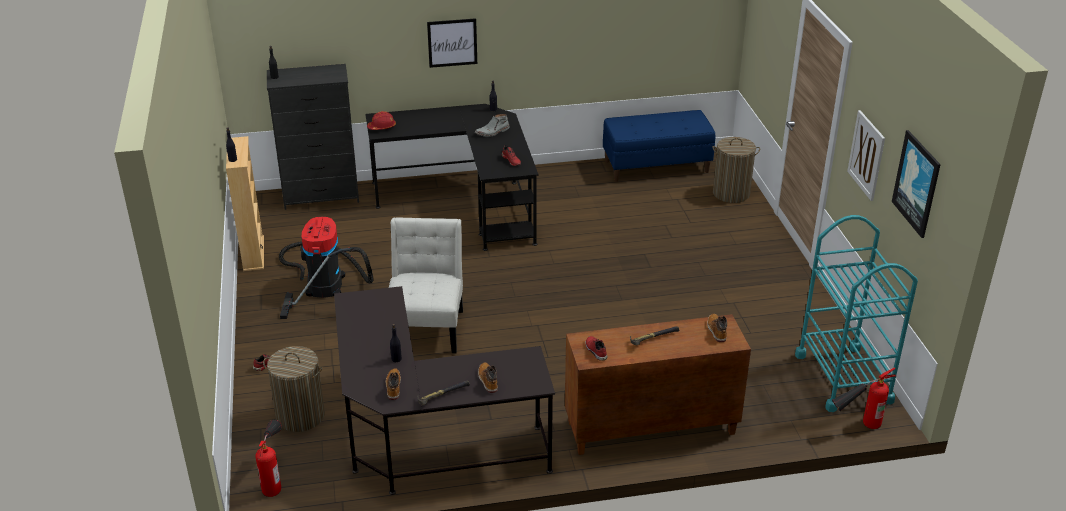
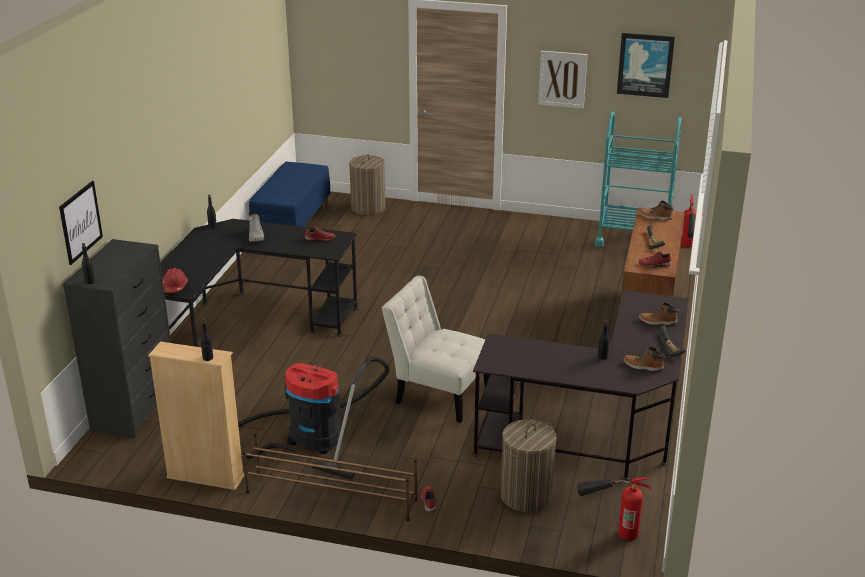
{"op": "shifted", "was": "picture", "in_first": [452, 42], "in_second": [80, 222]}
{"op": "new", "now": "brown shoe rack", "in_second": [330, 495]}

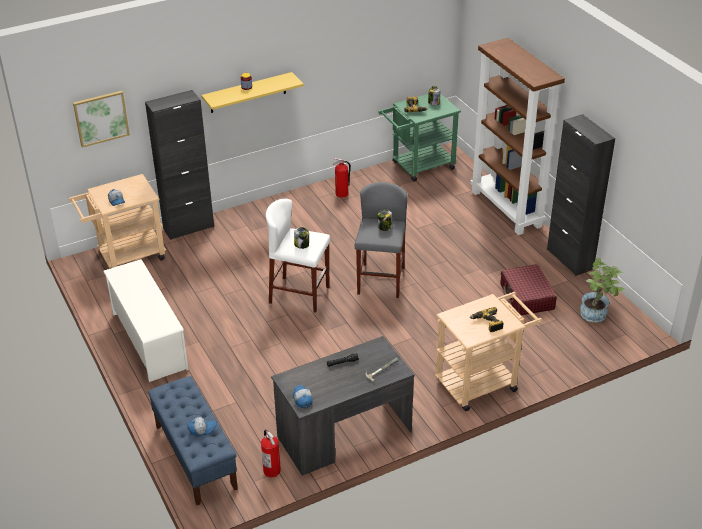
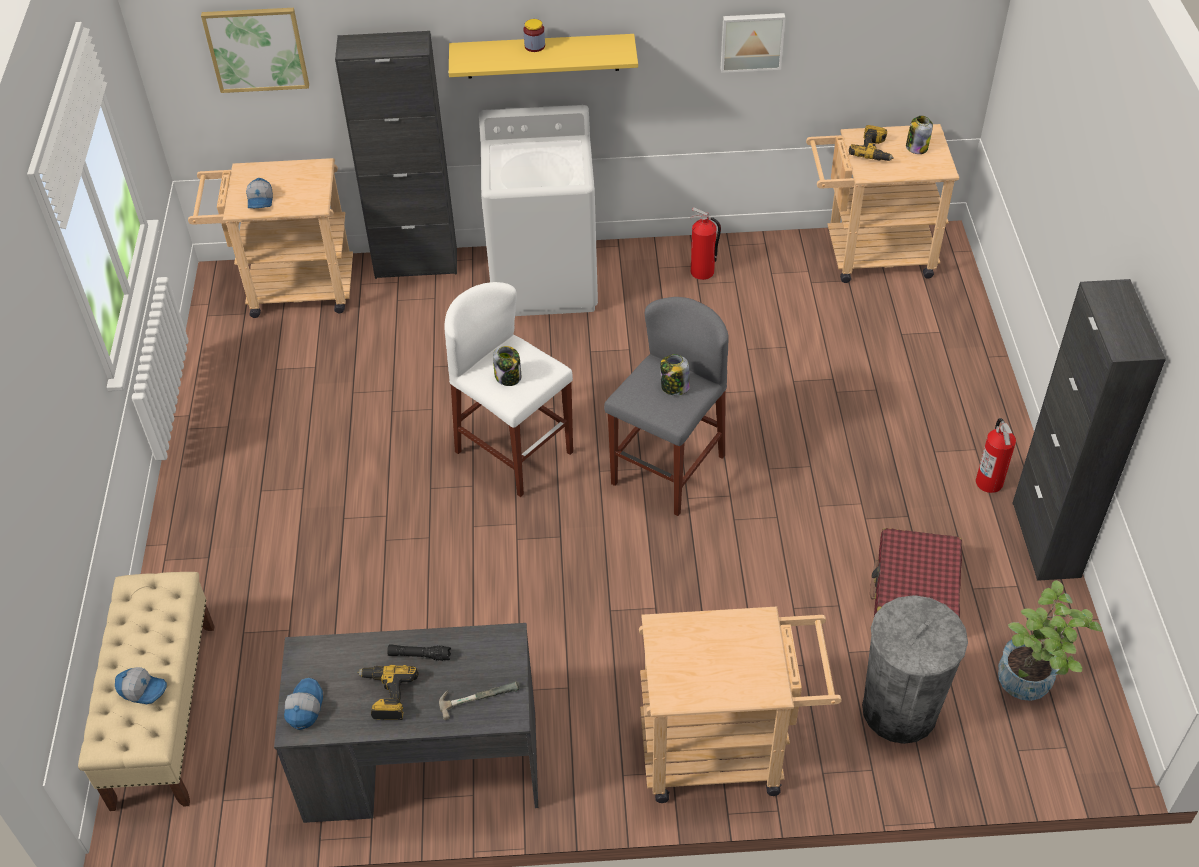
{"op": "gone", "was": "white shoe rack", "in_first": [149, 340]}
{"op": "repainted", "was": "blue bench", "now": "beige bench", "in_first": [195, 457], "in_second": [164, 713]}
{"op": "shifted", "was": "fire extinguisher", "in_first": [272, 470], "in_second": [989, 482]}
{"op": "repainted", "was": "green cart", "now": "beige cart", "in_first": [418, 167], "in_second": [869, 255]}
{"op": "gone", "was": "brown bookcase", "in_first": [507, 209]}
{"op": "shifted", "was": "power drill", "in_first": [487, 323], "in_second": [386, 695]}
{"op": "new", "now": "white washing machine", "in_second": [545, 280]}
{"op": "new", "now": "picture", "in_second": [752, 41]}
{"op": "new", "now": "grey trash can", "in_second": [899, 710]}

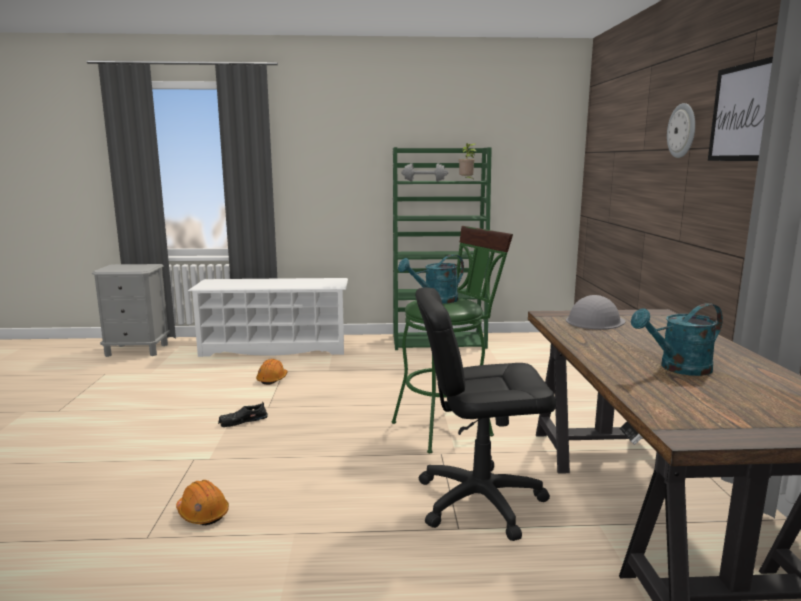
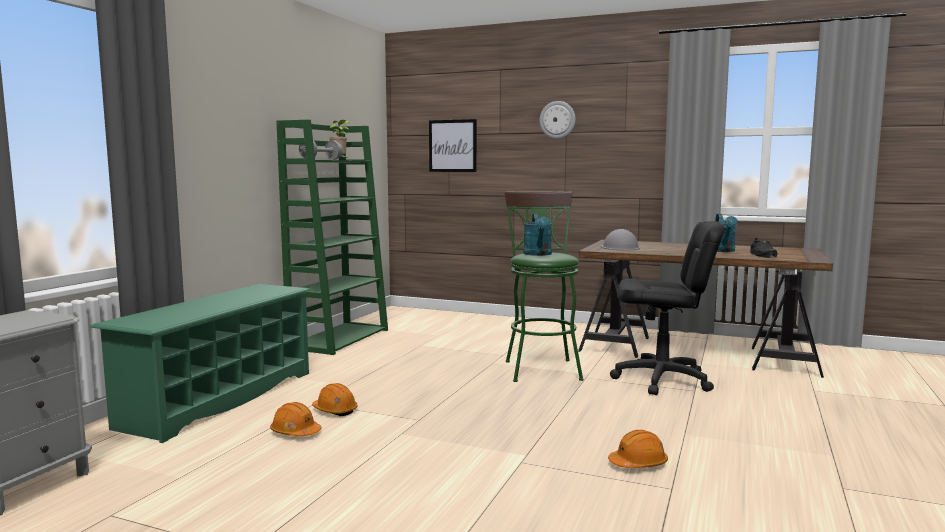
{"op": "repainted", "was": "white shoe rack", "now": "green shoe rack", "in_first": [275, 348], "in_second": [219, 399]}
{"op": "shifted", "was": "black shoe", "in_first": [242, 421], "in_second": [763, 255]}
{"op": "rotated", "was": "black office chair", "in_first": [479, 500], "in_second": [662, 380], "clockwise": -105}
{"op": "shifted", "was": "picture", "in_first": [742, 113], "in_second": [452, 146]}
{"op": "new", "now": "orange hard hat", "in_second": [295, 432]}

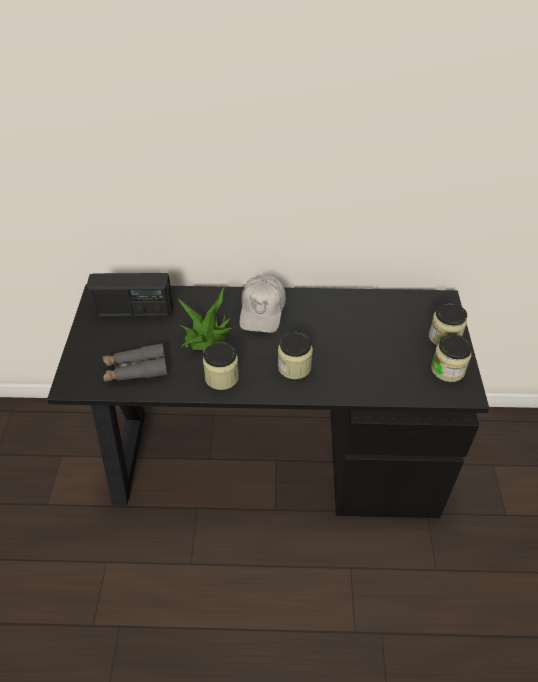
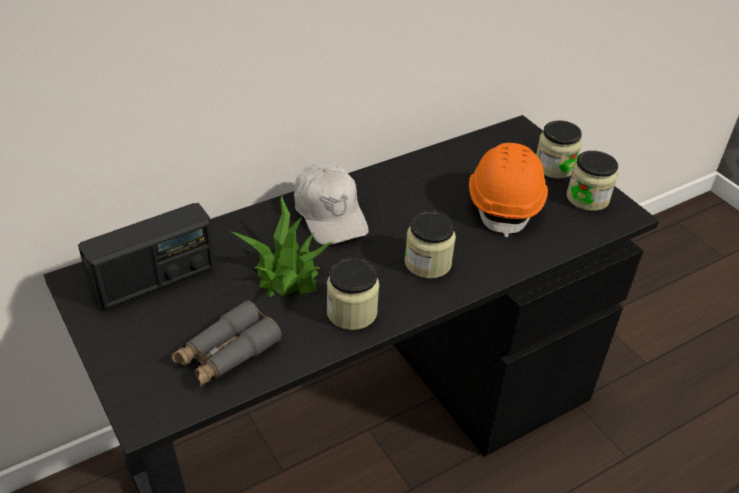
{"op": "new", "now": "orange hard hat", "in_second": [505, 203]}

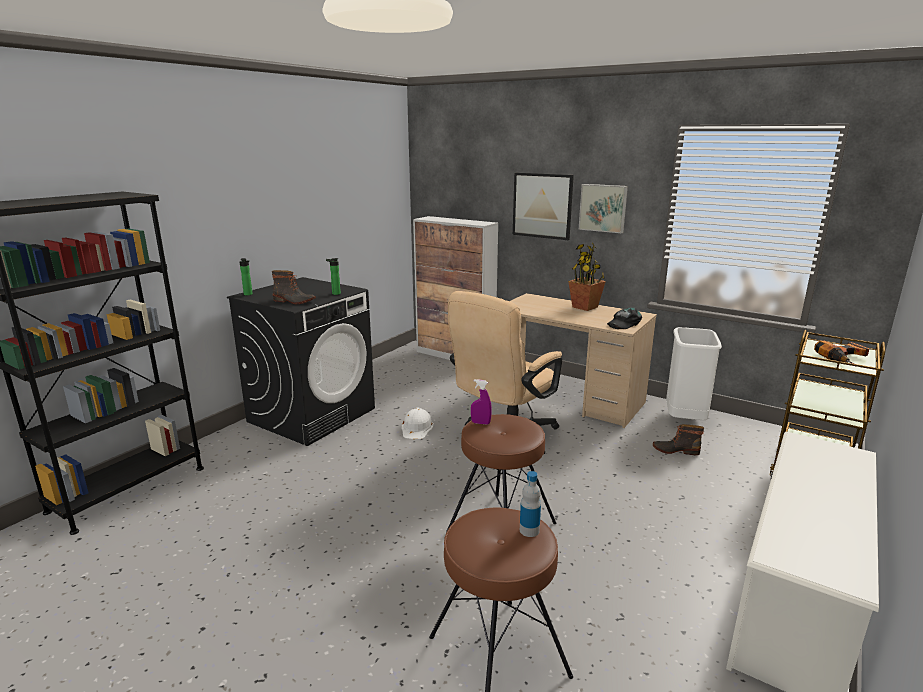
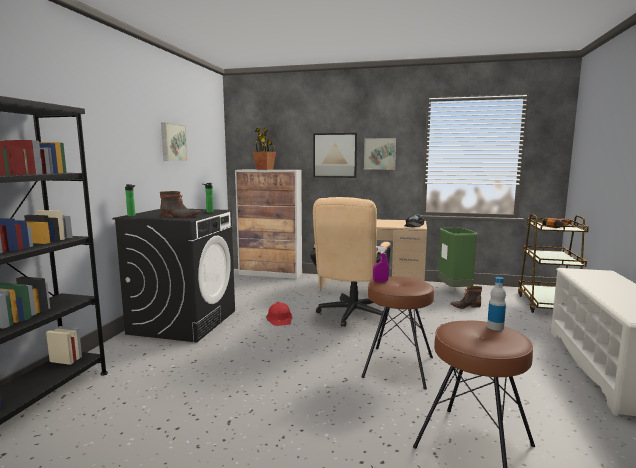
{"op": "repainted", "was": "white hard hat", "now": "red hard hat", "in_first": [417, 428], "in_second": [280, 318]}
{"op": "shifted", "was": "potted plant", "in_first": [585, 307], "in_second": [265, 169]}
{"op": "repainted", "was": "white trash can", "now": "green trash can", "in_first": [684, 420], "in_second": [454, 290]}
{"op": "new", "now": "picture", "in_second": [172, 142]}

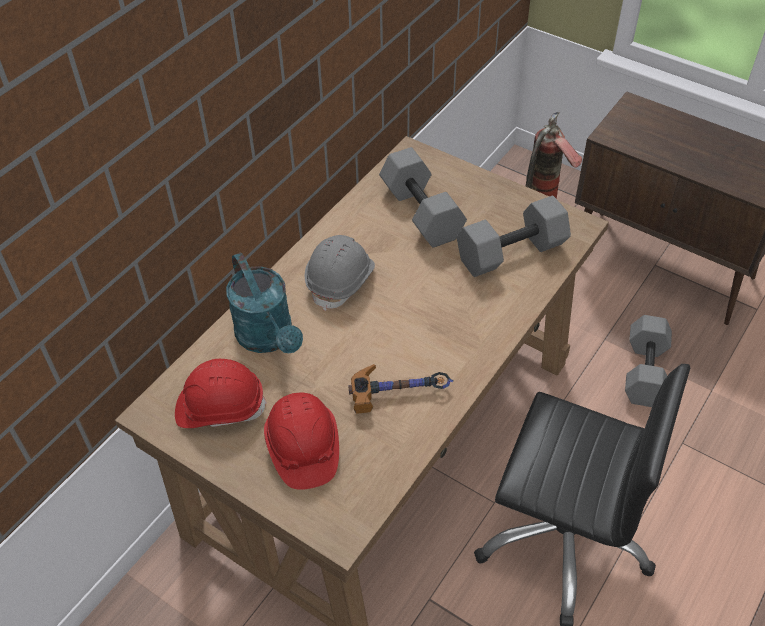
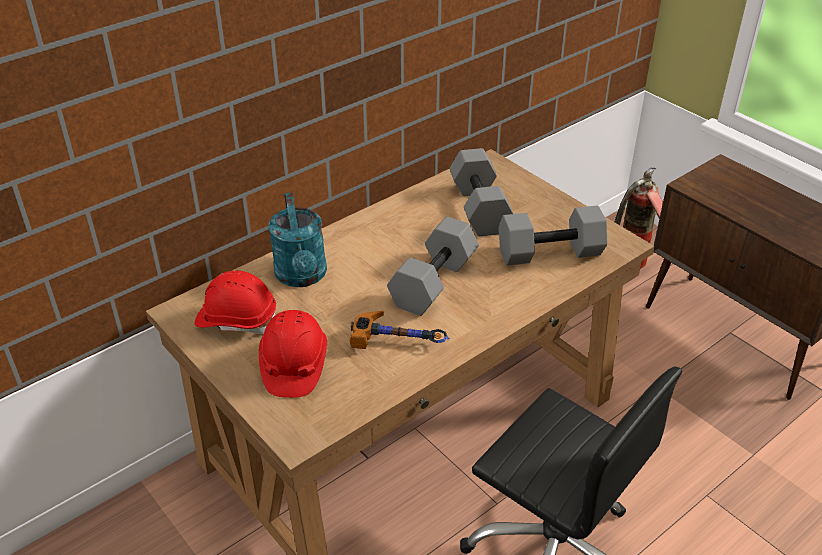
{"op": "gone", "was": "grey hard hat", "in_first": [341, 281]}
{"op": "shifted", "was": "grey dumbbell", "in_first": [643, 371], "in_second": [432, 281]}

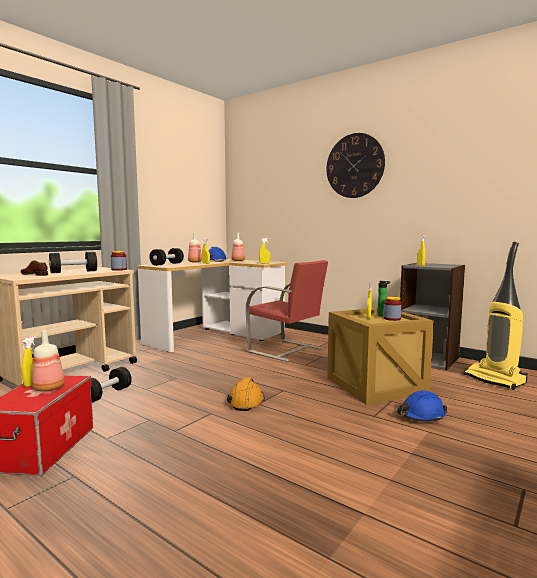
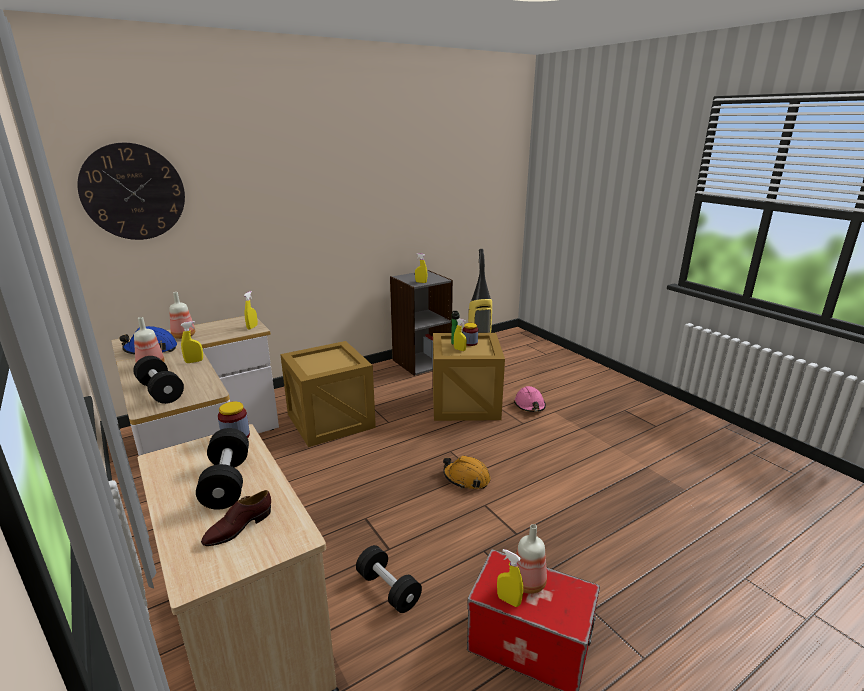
{"op": "swapped", "was": "red chair", "now": "crate", "in_first": [286, 350], "in_second": [331, 421]}
{"op": "shifted", "was": "wall clock", "in_first": [354, 166], "in_second": [133, 192]}
{"op": "repainted", "was": "blue hard hat", "now": "pink hard hat", "in_first": [421, 416], "in_second": [529, 405]}

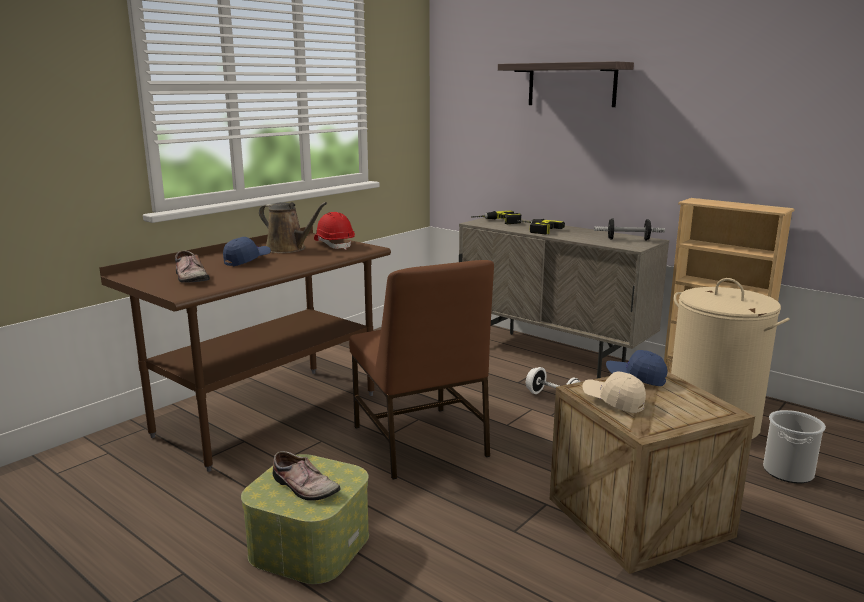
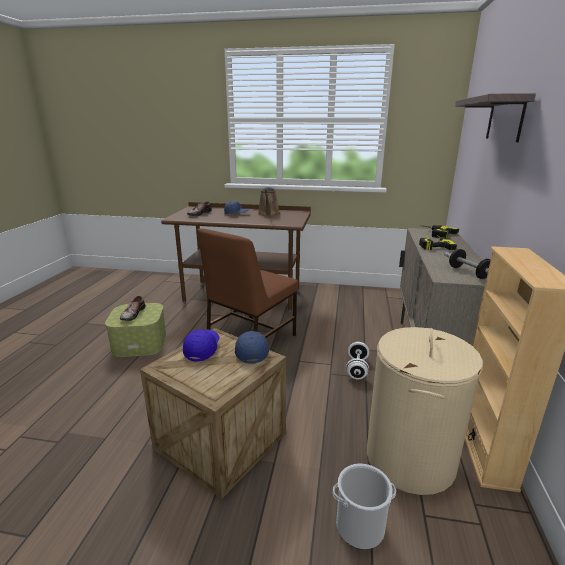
{"op": "gone", "was": "red hard hat", "in_first": [334, 244]}
{"op": "repainted", "was": "beige cap", "now": "blue cap", "in_first": [613, 402], "in_second": [202, 349]}

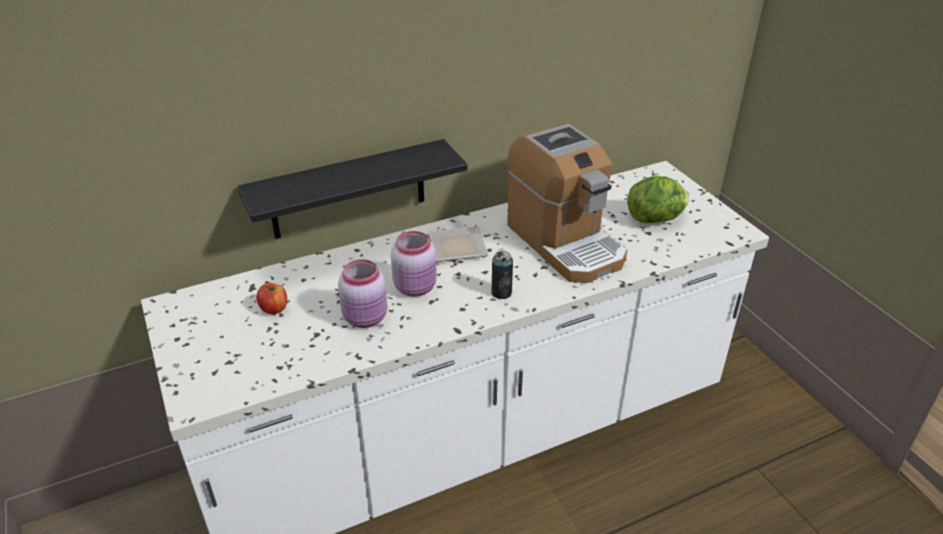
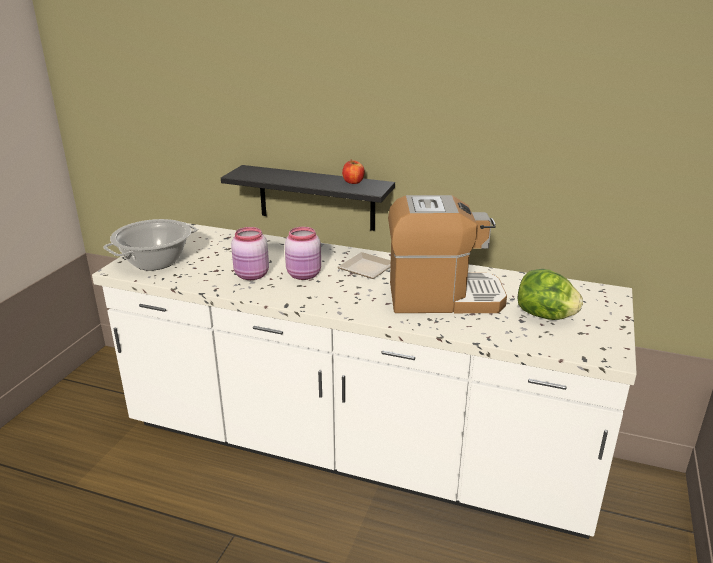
{"op": "shifted", "was": "apple", "in_first": [274, 308], "in_second": [353, 182]}
{"op": "gone", "was": "can", "in_first": [501, 293]}
{"op": "rotated", "was": "coffee machine", "in_first": [565, 243], "in_second": [443, 297], "clockwise": -105}
{"op": "new", "now": "cooking pot", "in_second": [155, 261]}

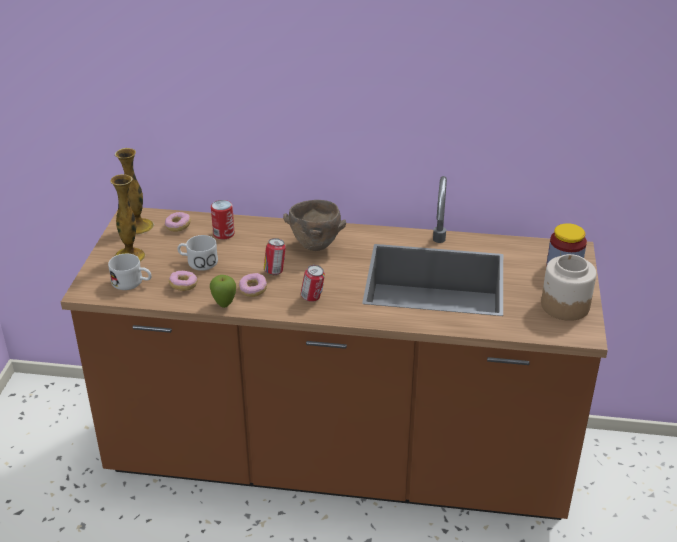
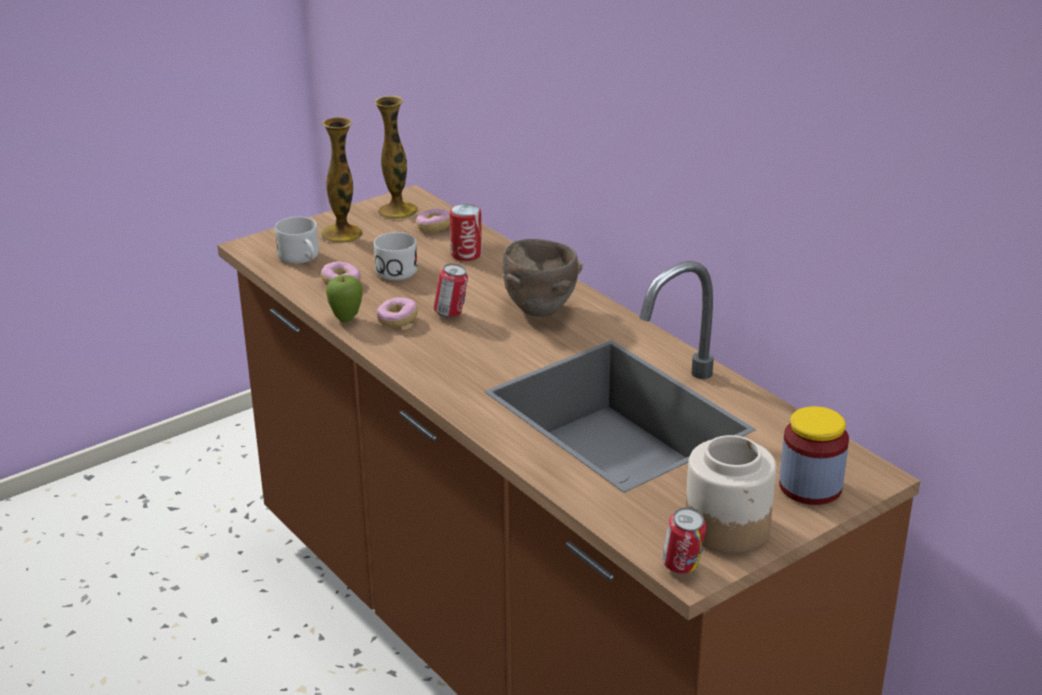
{"op": "shifted", "was": "can", "in_first": [312, 298], "in_second": [682, 568]}

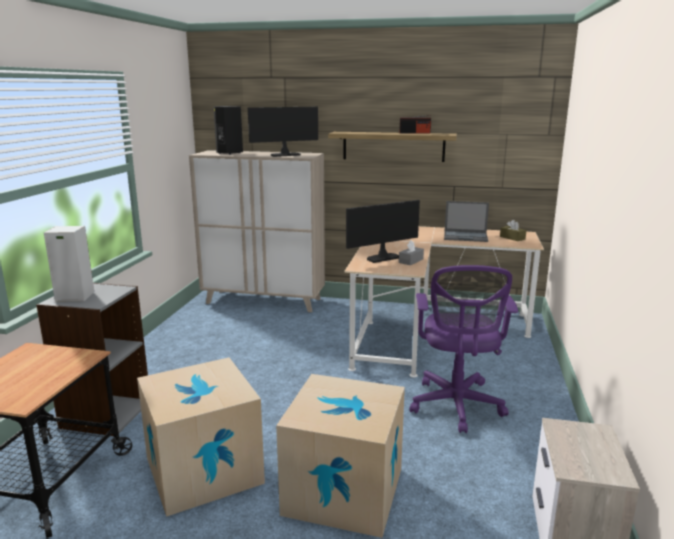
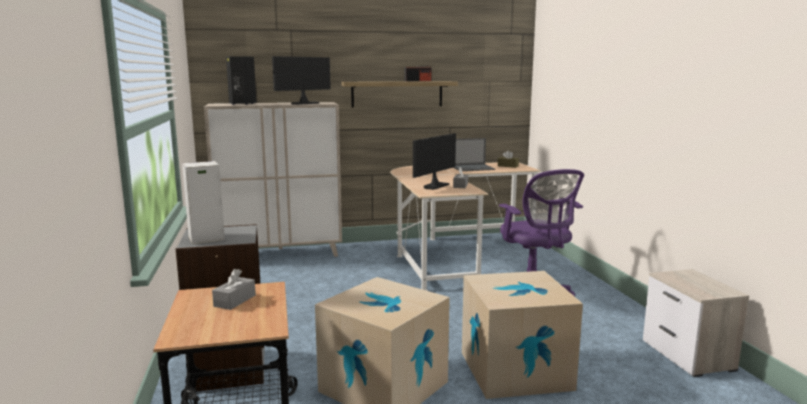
{"op": "new", "now": "grey tissue box", "in_second": [235, 301]}

